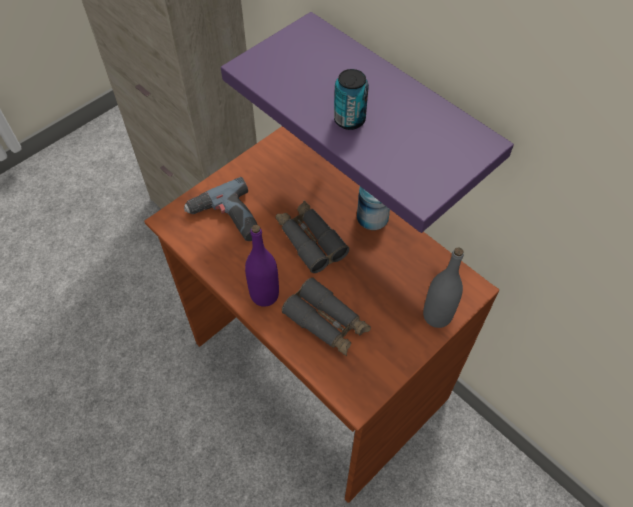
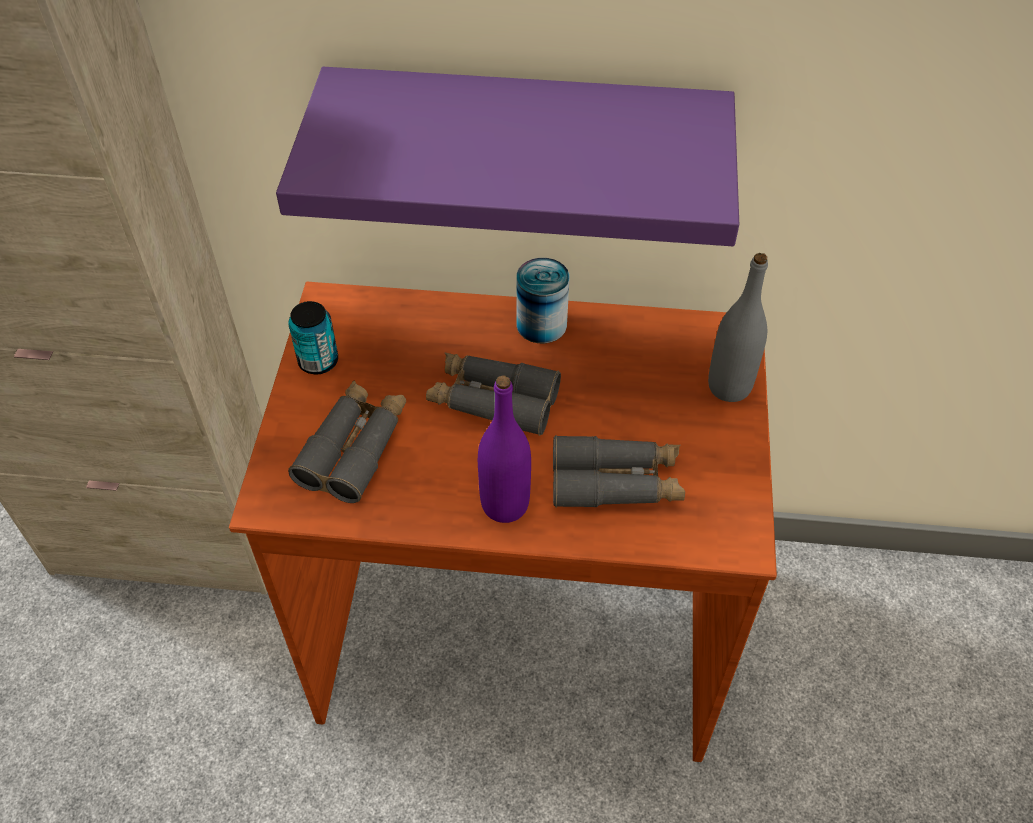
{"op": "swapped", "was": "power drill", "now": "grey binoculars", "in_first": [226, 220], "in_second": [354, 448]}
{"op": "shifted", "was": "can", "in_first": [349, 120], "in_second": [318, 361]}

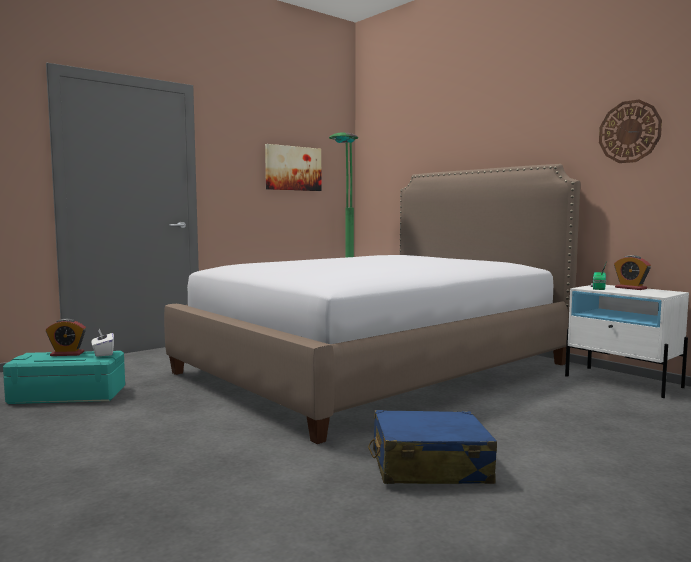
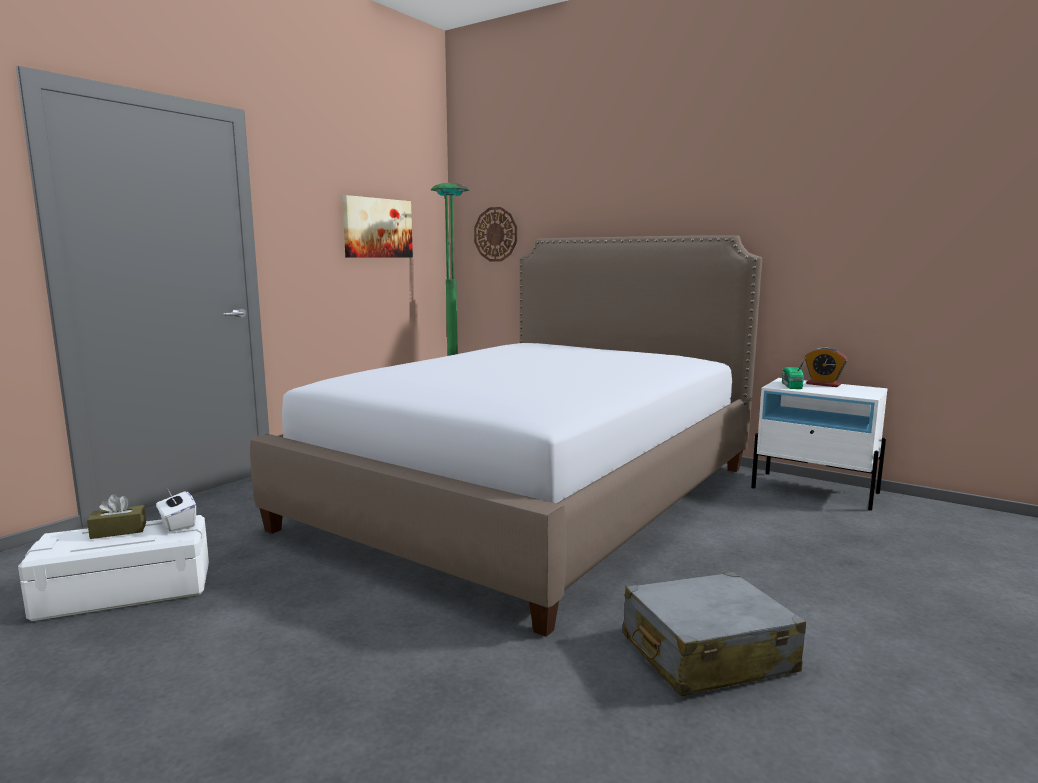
{"op": "repainted", "was": "turquoise storage box", "now": "white storage box", "in_first": [69, 395], "in_second": [126, 590]}
{"op": "swapped", "was": "alarm clock", "now": "brown tissue box", "in_first": [67, 354], "in_second": [118, 531]}
{"op": "repainted", "was": "blue suitcase", "now": "grey suitcase", "in_first": [429, 466], "in_second": [706, 654]}
{"op": "shifted", "was": "wall clock", "in_first": [629, 132], "in_second": [496, 234]}

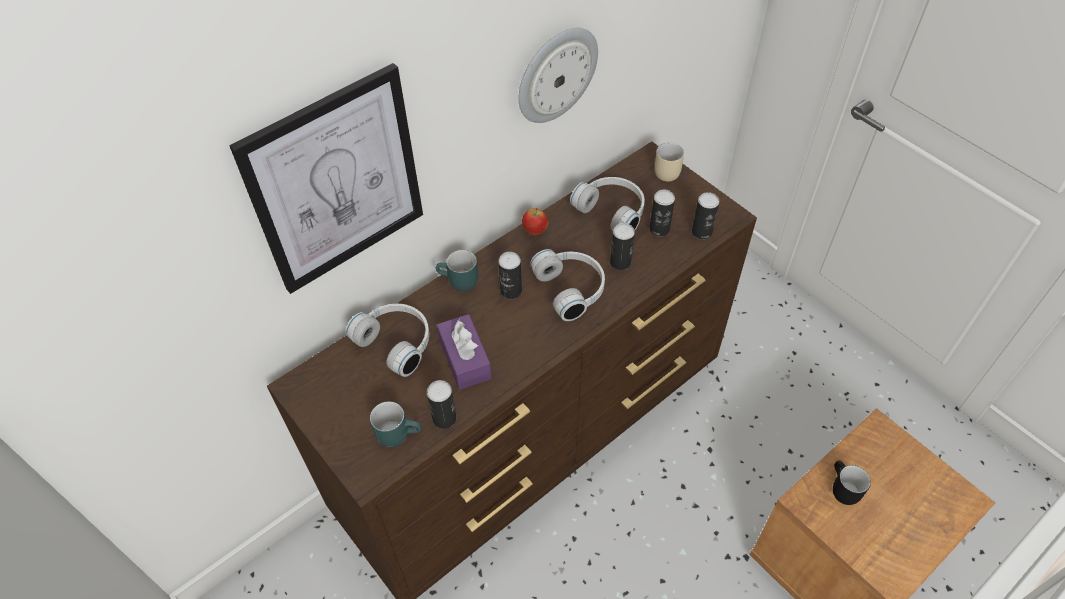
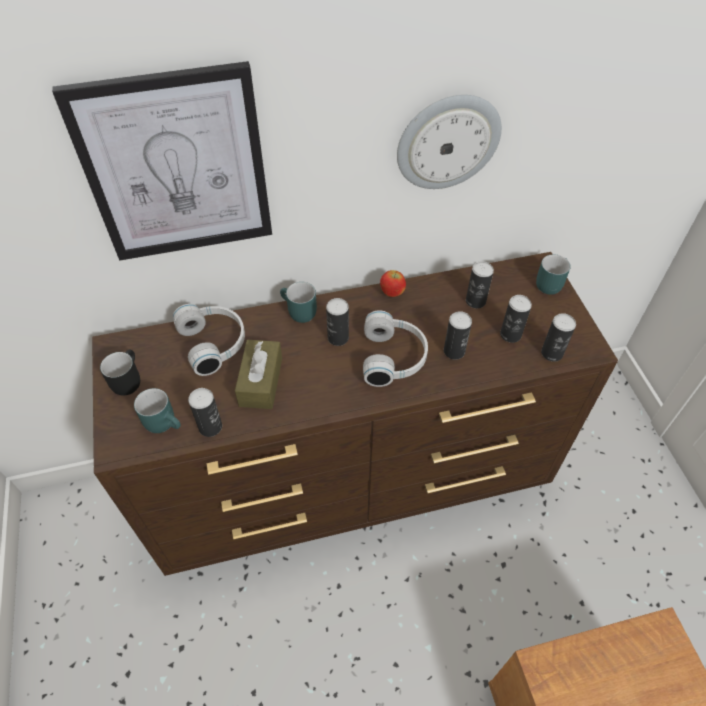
{"op": "repainted", "was": "purple tissue box", "now": "brown tissue box", "in_first": [465, 359], "in_second": [261, 381]}
{"op": "swapped", "was": "white headphones", "now": "can", "in_first": [613, 210], "in_second": [475, 301]}
{"op": "repainted", "was": "beige mug", "now": "turquoise mug", "in_first": [665, 170], "in_second": [549, 282]}
{"op": "shifted", "was": "black mug", "in_first": [841, 489], "in_second": [126, 380]}

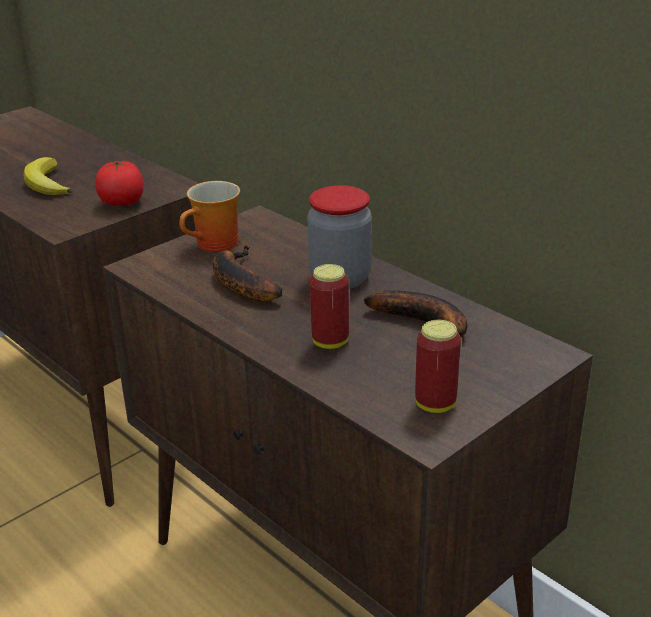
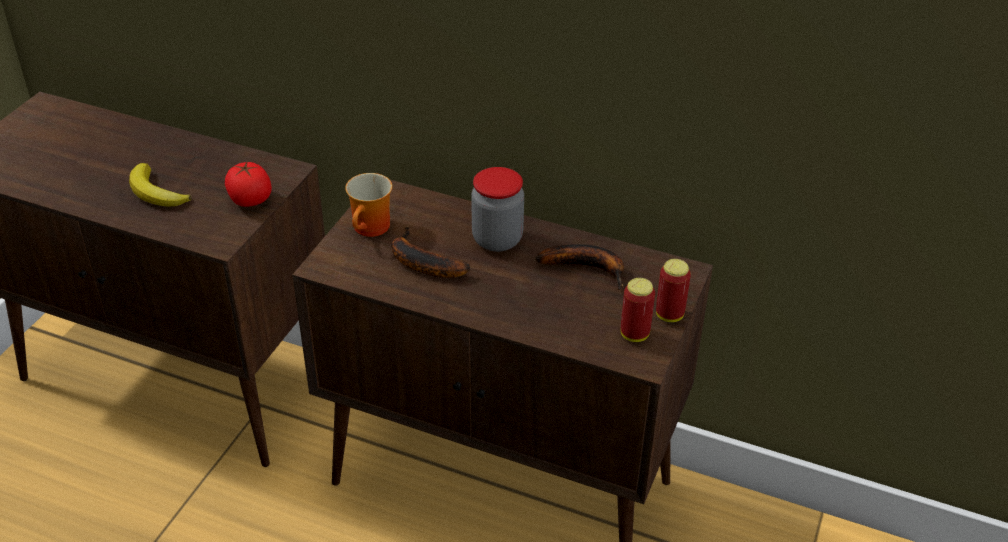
{"op": "shifted", "was": "can", "in_first": [330, 342], "in_second": [669, 315]}

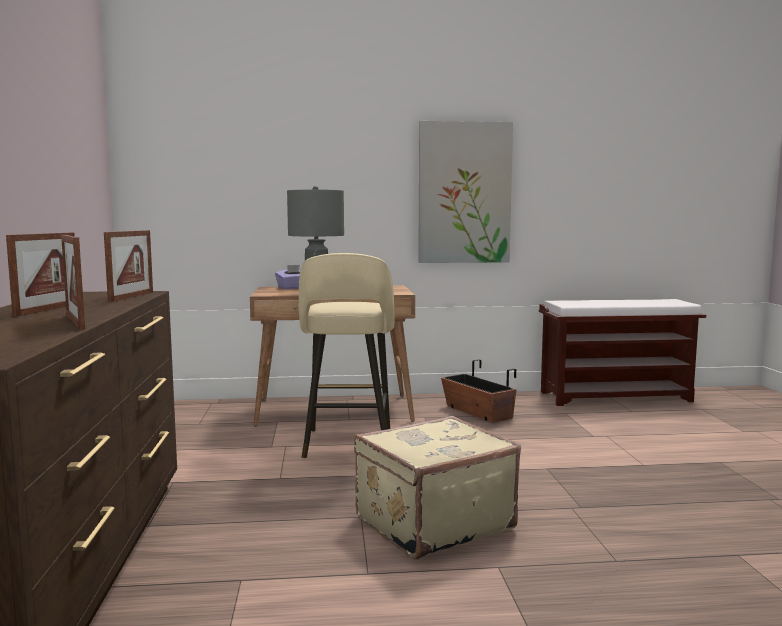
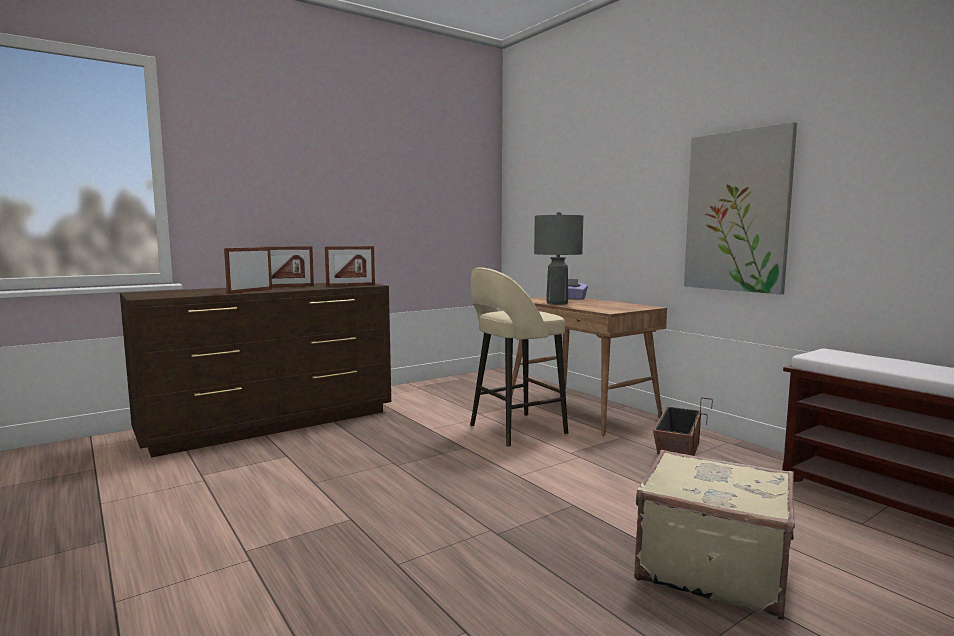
{"op": "shifted", "was": "beige suitcase", "in_first": [431, 522], "in_second": [711, 567]}

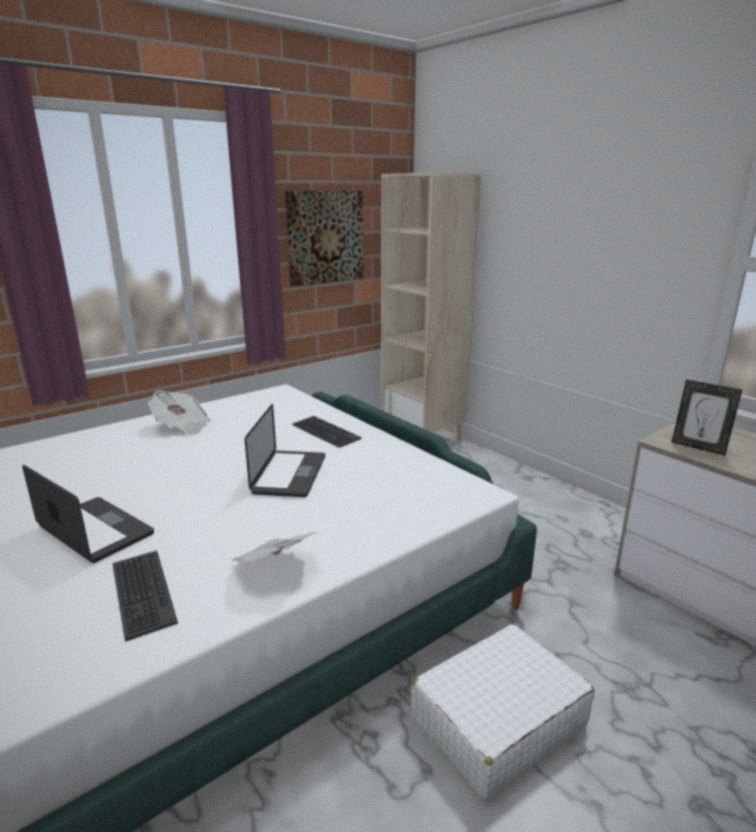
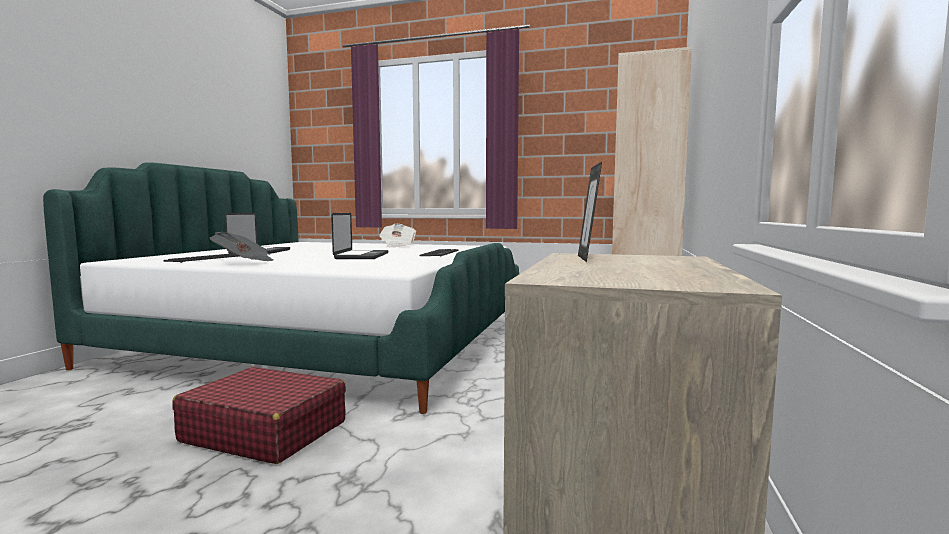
{"op": "rotated", "was": "laptop", "in_first": [289, 475], "in_second": [362, 256], "clockwise": -60}
{"op": "gone", "was": "picture", "in_first": [325, 237]}
{"op": "repainted", "was": "white suitcase", "now": "red suitcase", "in_first": [497, 722], "in_second": [264, 431]}

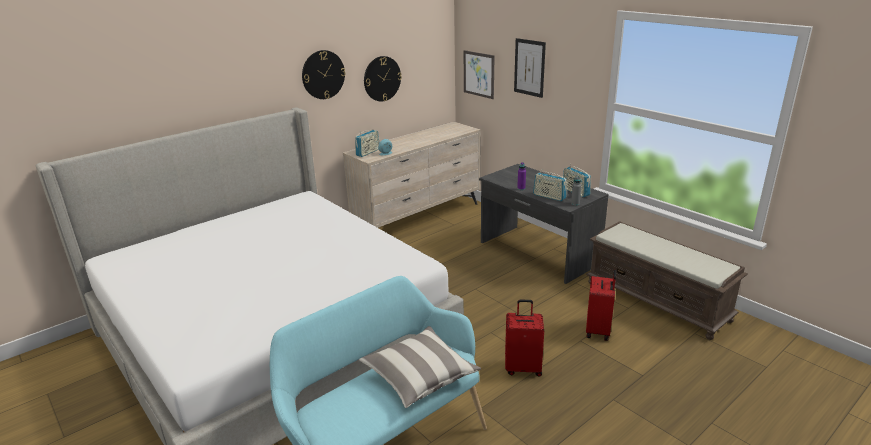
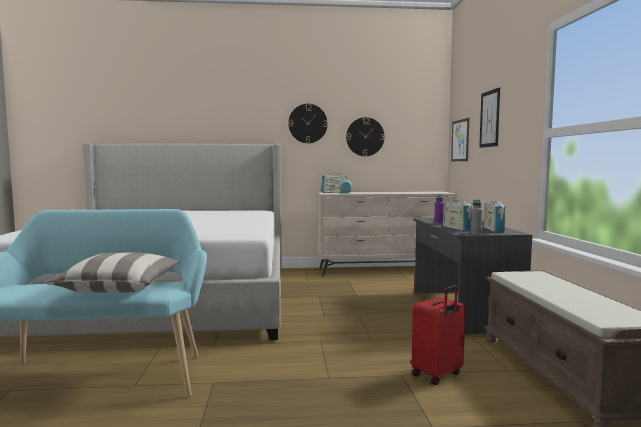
{"op": "gone", "was": "red suitcase", "in_first": [523, 367]}

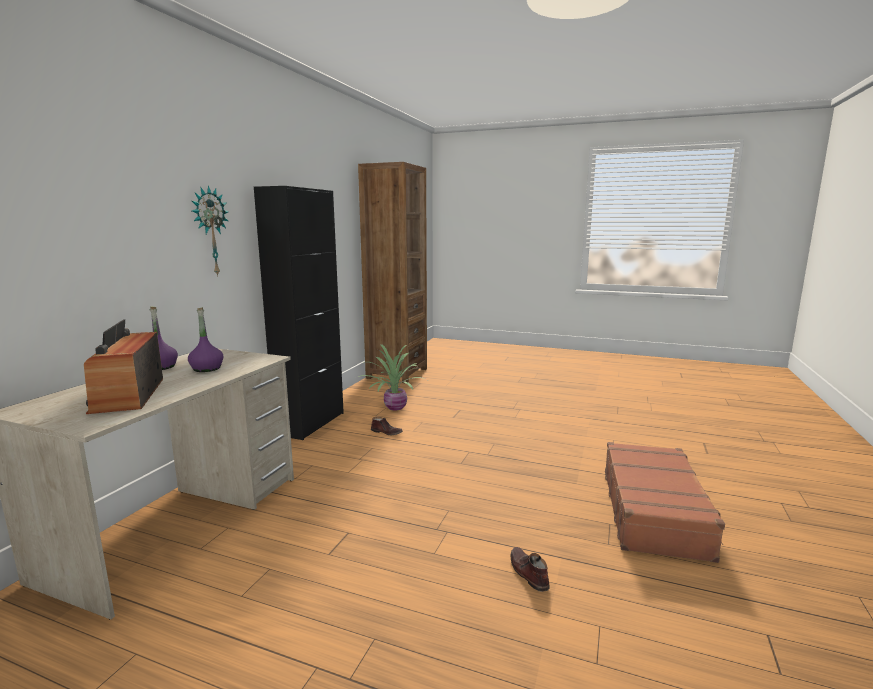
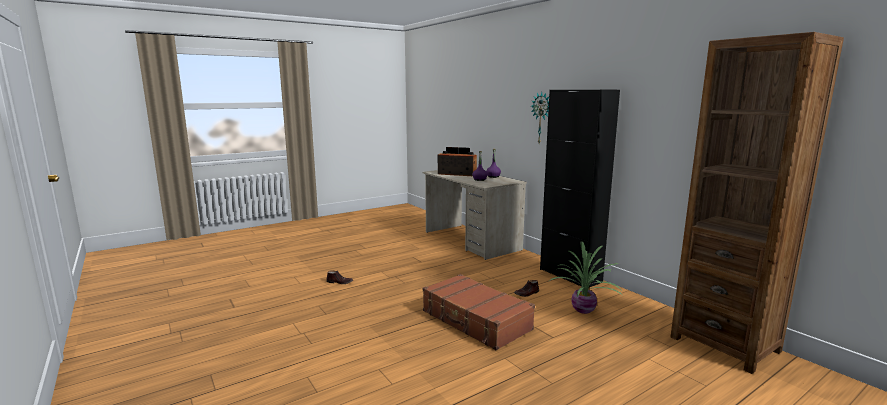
{"op": "shifted", "was": "brown suitcase", "in_first": [654, 511], "in_second": [475, 321]}

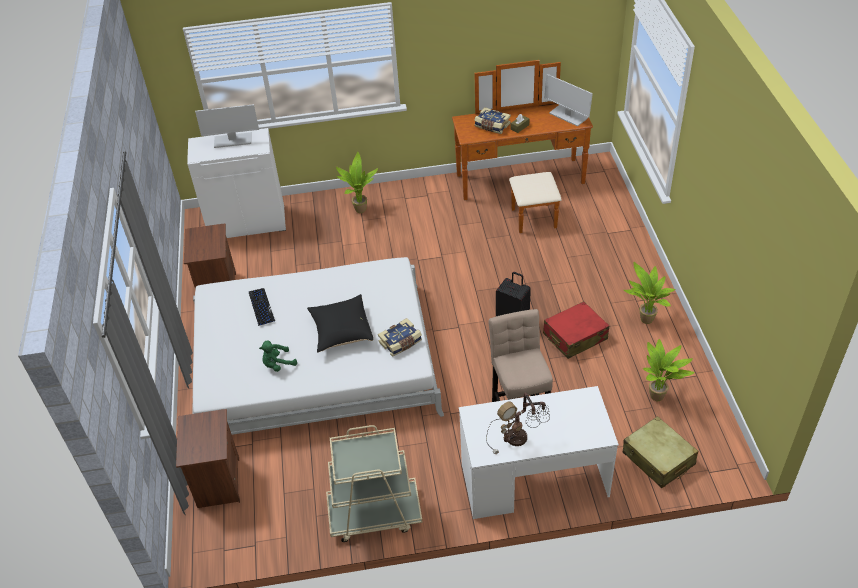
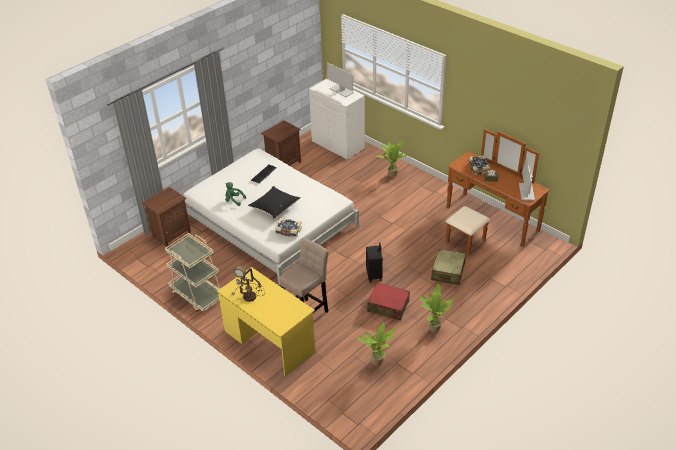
{"op": "repainted", "was": "white desk", "now": "yellow desk", "in_first": [534, 480], "in_second": [269, 341]}
{"op": "shifted", "was": "beige suitcase", "in_first": [658, 459], "in_second": [448, 272]}

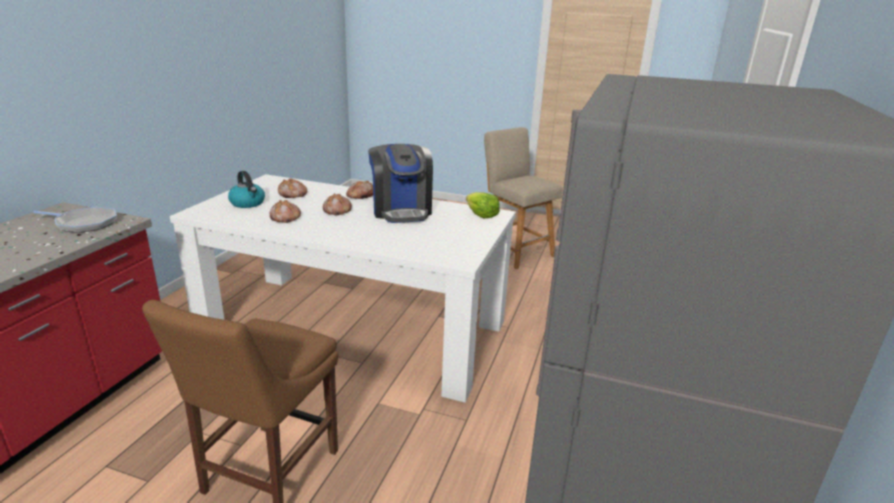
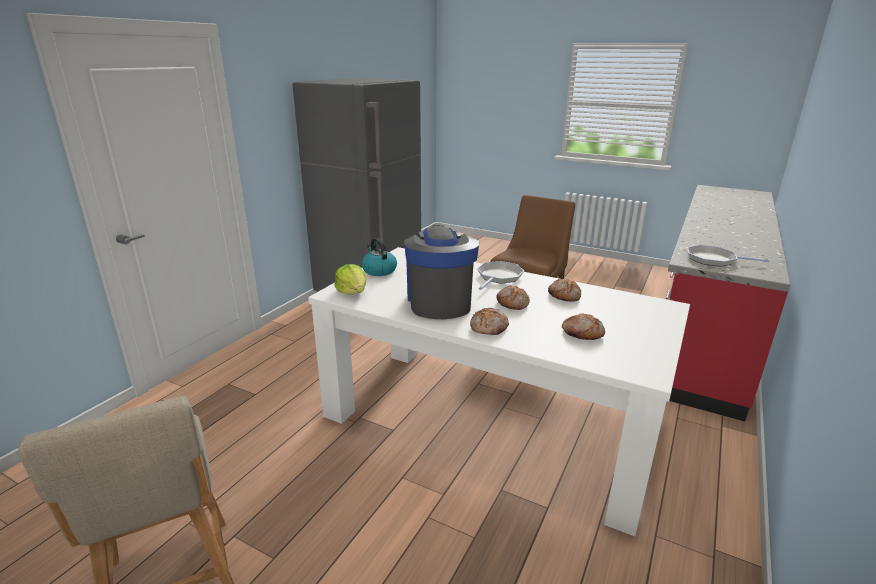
{"op": "shifted", "was": "kettle", "in_first": [248, 203], "in_second": [379, 270]}
{"op": "new", "now": "frying pan", "in_second": [498, 277]}

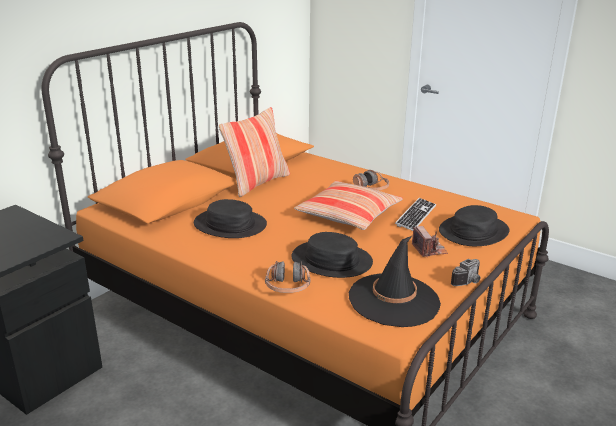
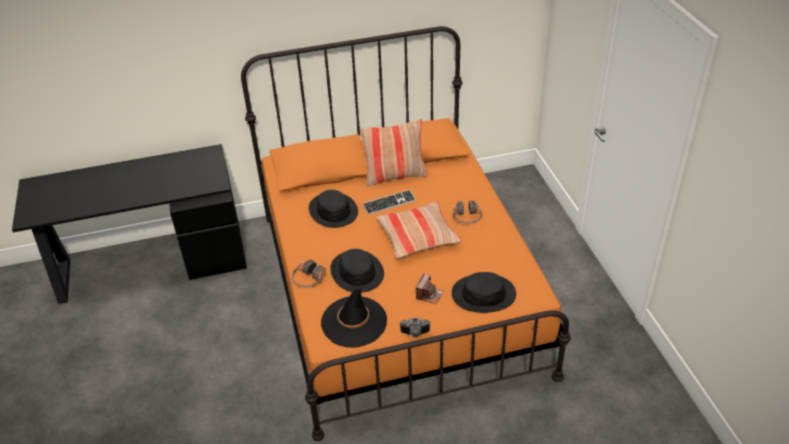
{"op": "shifted", "was": "keyboard", "in_first": [416, 215], "in_second": [389, 203]}

